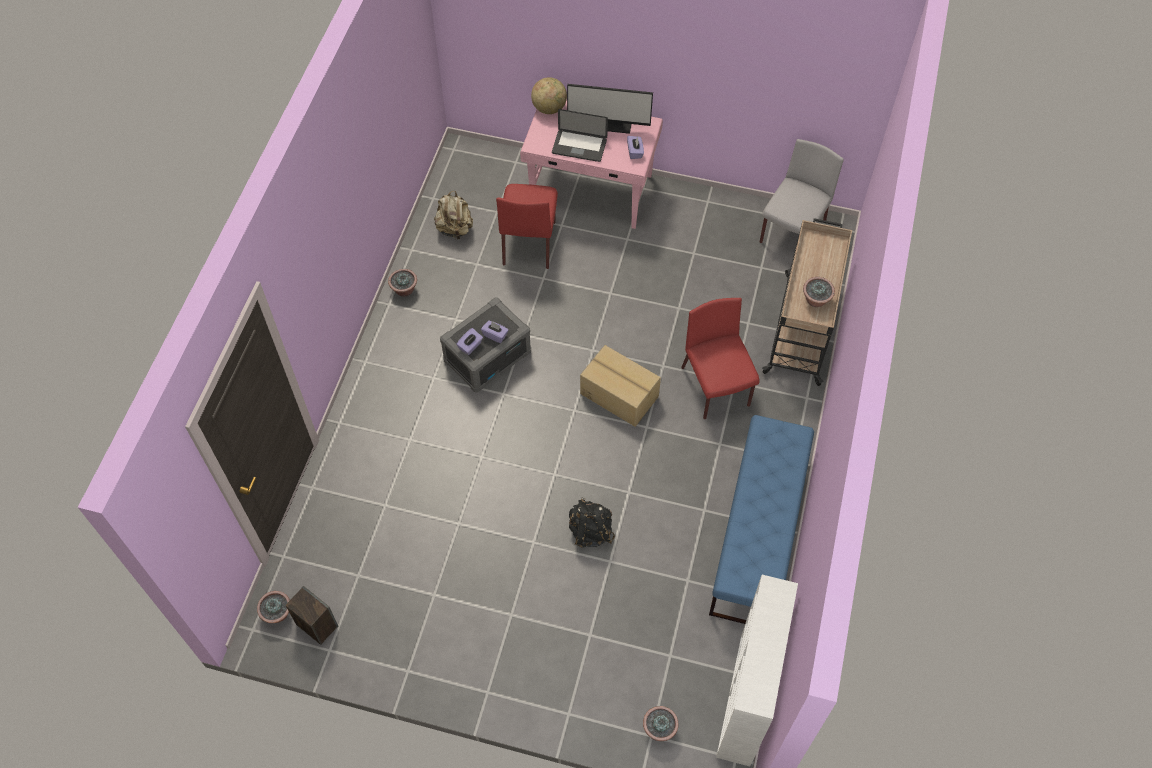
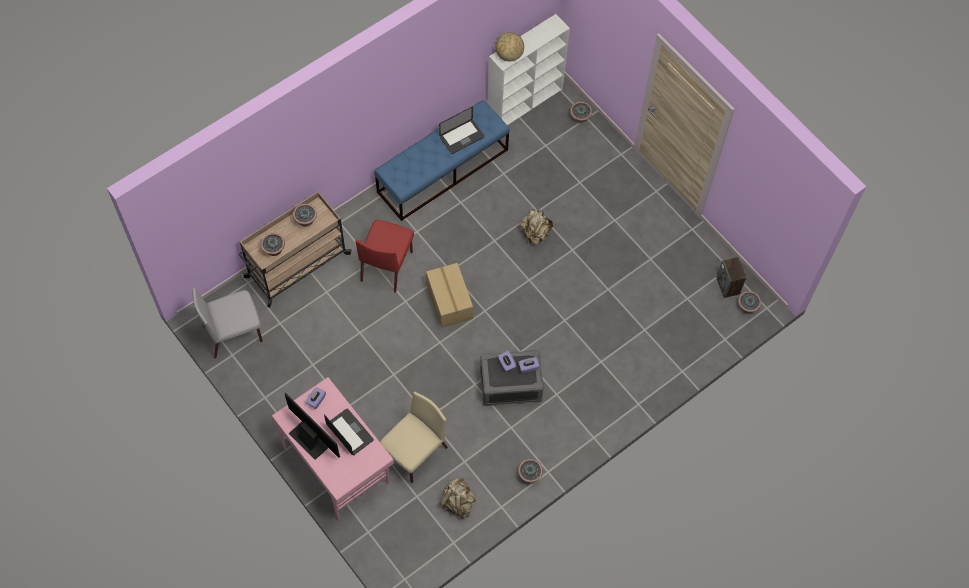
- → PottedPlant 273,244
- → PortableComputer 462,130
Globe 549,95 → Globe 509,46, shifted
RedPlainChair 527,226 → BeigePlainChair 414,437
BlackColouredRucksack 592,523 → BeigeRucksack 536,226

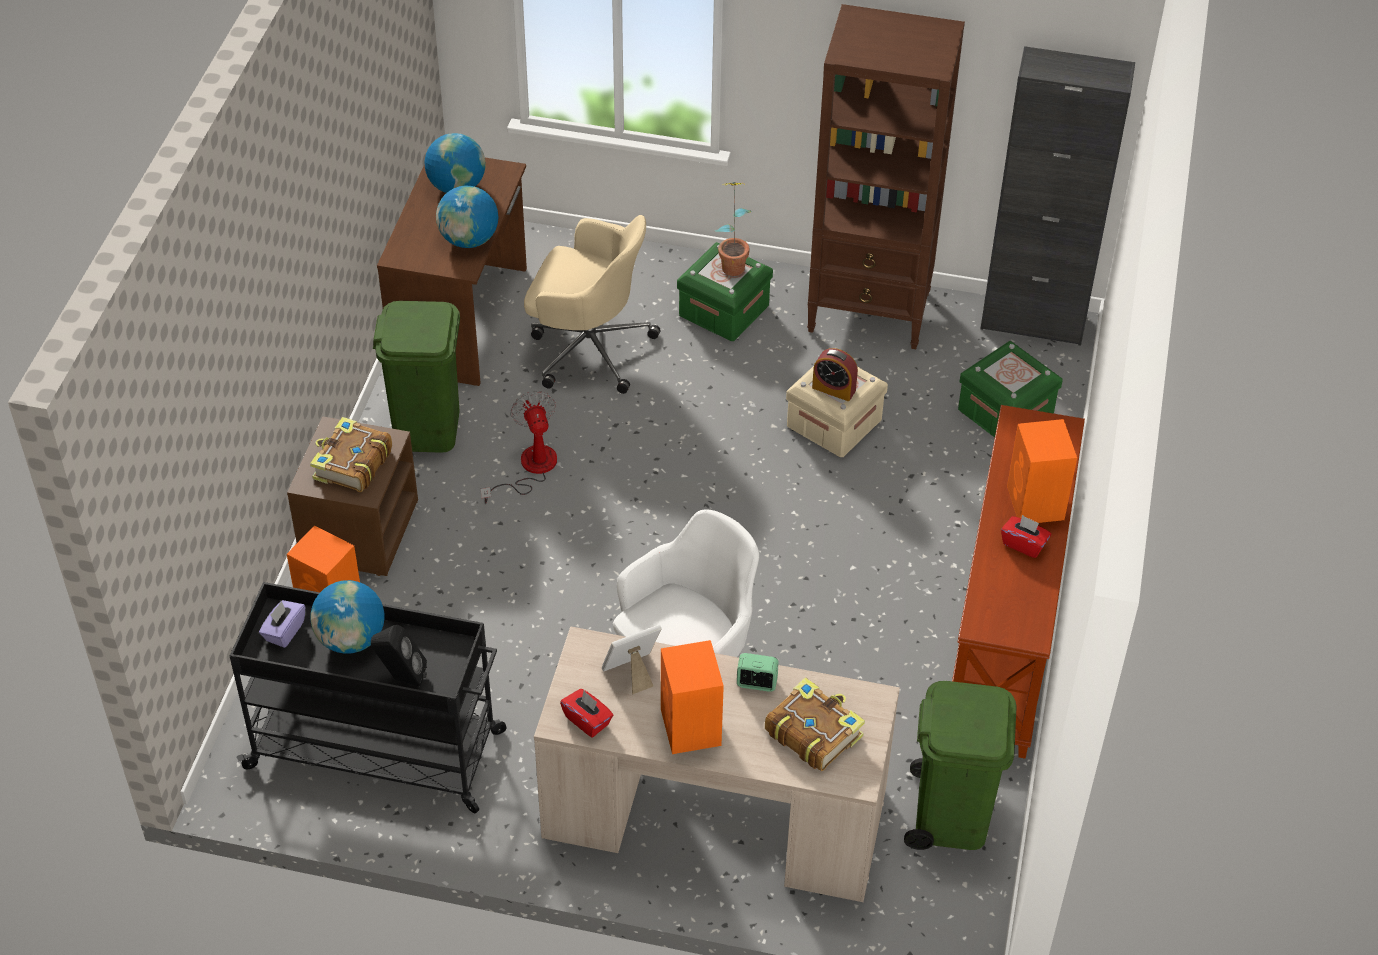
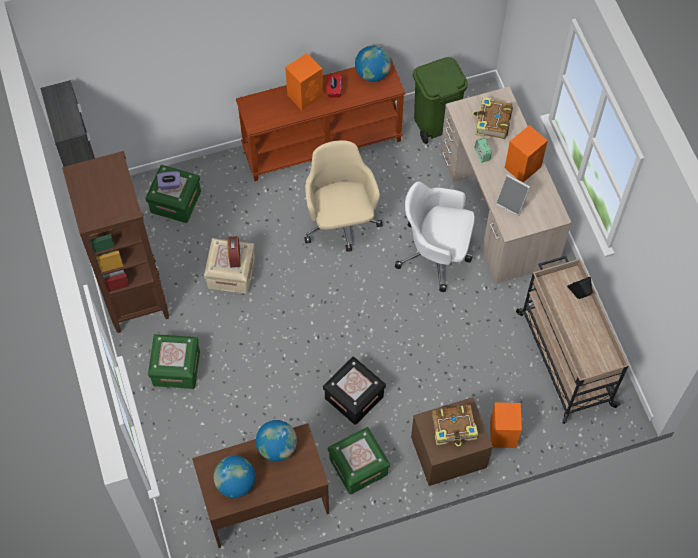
RedBoxOfTissues 586,713 → -
PottedPlant 733,229 → -
PurplishBoxOfTissues 282,624 → PurplishBoxOfTissues 169,180, shifted
Globe 347,617 → Globe 373,64, shifted
BeigeDeskChair 592,304 → BeigeDeskChair 343,196, shifted
GreenishWasteBin 416,377 → GreenishStorageBox 359,460
Fan 519,447 → BlackColouredStorageBox 354,391
BlackColouredCart 368,697 → BeigeCart 572,340

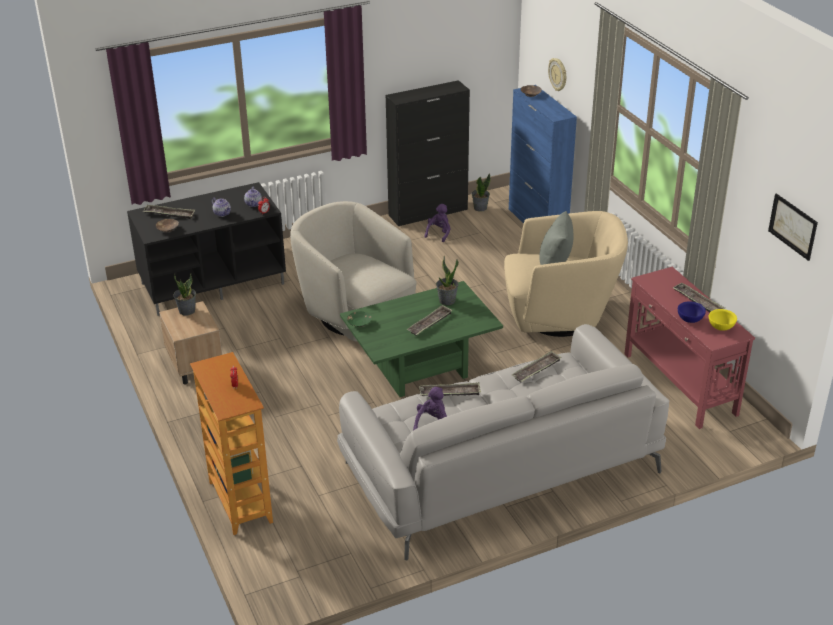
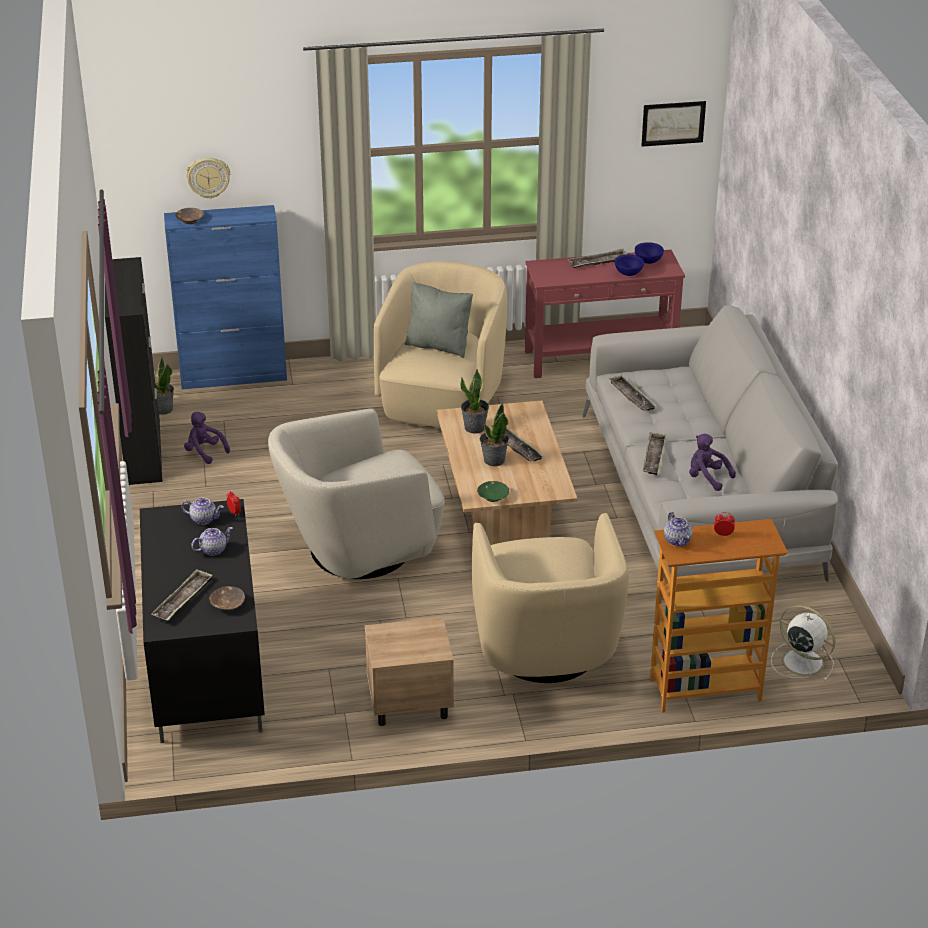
- → BeigeArmchair 550,598
- → PotForTea 678,529
- → WhiteColouredFan 803,643
PottedPlant 184,294 → PottedPlant 494,434, shifted
GreenishLowTable 421,339 → BeigeLowTable 507,473
YellowColouredServingBowl 723,320 → BlueColouredServingBowl 649,253

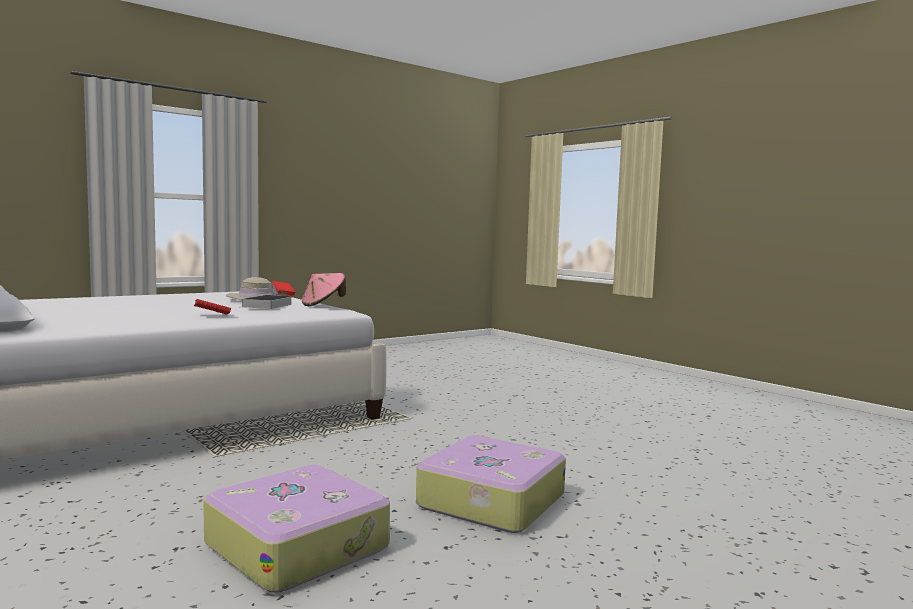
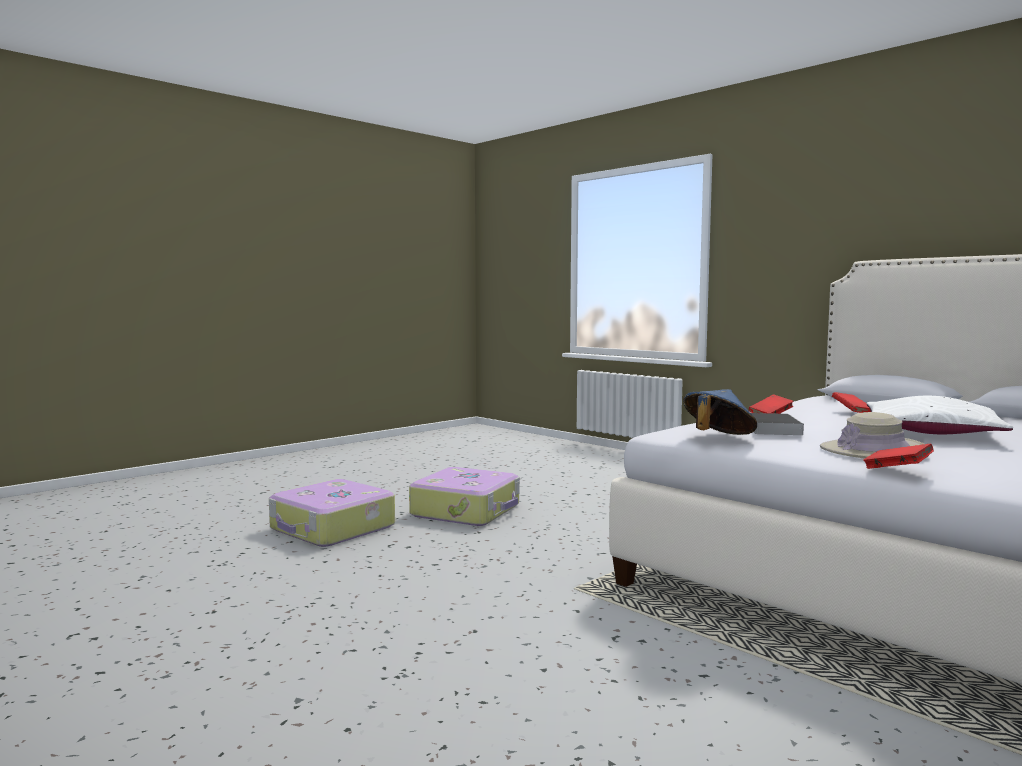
- → RedBook 851,402
- → WhiteColouredCushion 940,415
PieceOfLuggage 296,529 → PieceOfLuggage 332,513, shifted
PinkHat 324,289 → BlueColouredHat 720,412

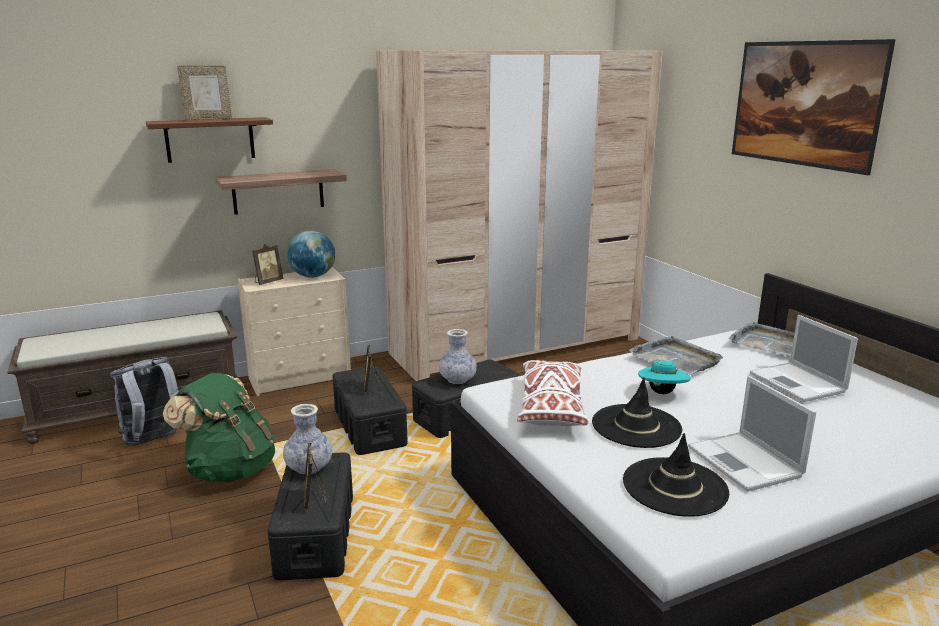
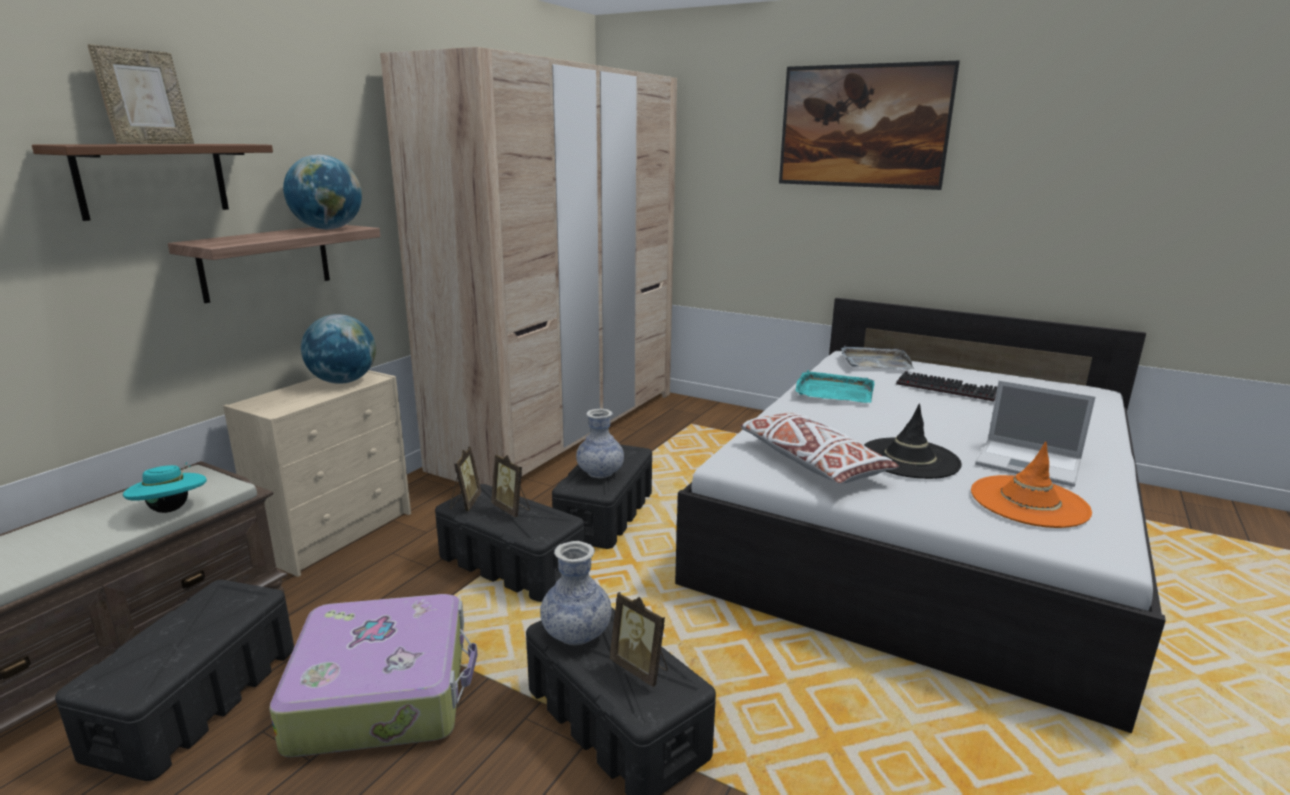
- → Globe 322,191
PictureFrame 267,264 → PictureFrame 466,479, shifted
BlueGreenHat 664,377 → BlueGreenHat 165,488, shifted
GreyishRucksack 144,401 → BlackColouredStorageBox 174,680
GreenishRucksack 219,427 → PieceOfLuggage 373,675
PortableComputer 804,358 → Keyboard 946,386
BlackColouredHat 676,475 → OrangeHat 1031,485
GreyishTray 676,355 → BlueGreenTray 834,386

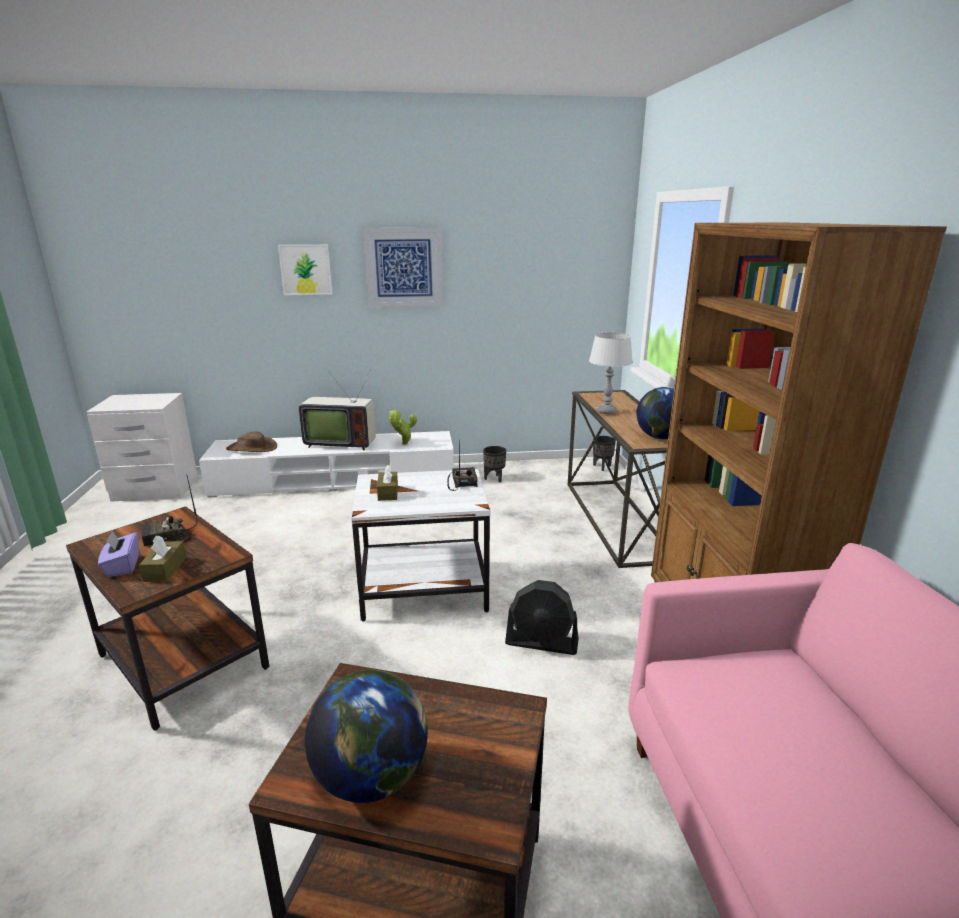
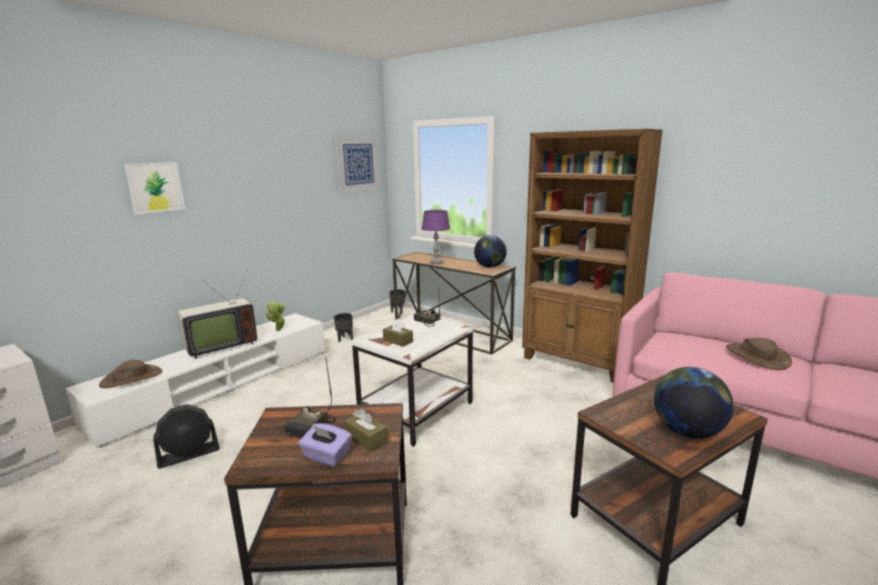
- → BrownColouredHat 759,354
Picture 402,267 → Picture 357,164, shifted
BlackColouredFan 542,617 → BlackColouredFan 186,436, shifted
GreyishTabletopLamp 611,373 → PurplishTabletopLamp 436,237

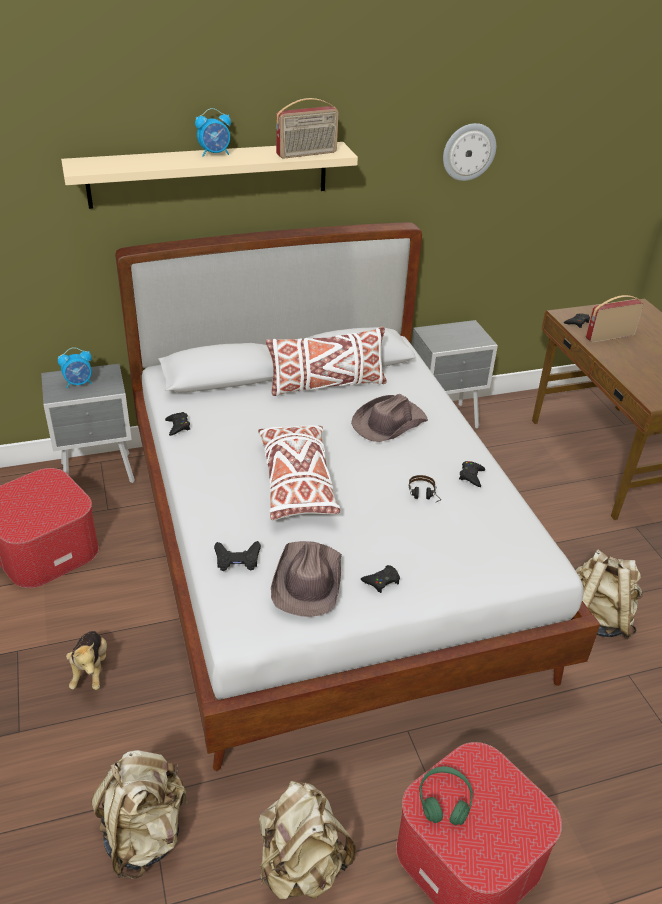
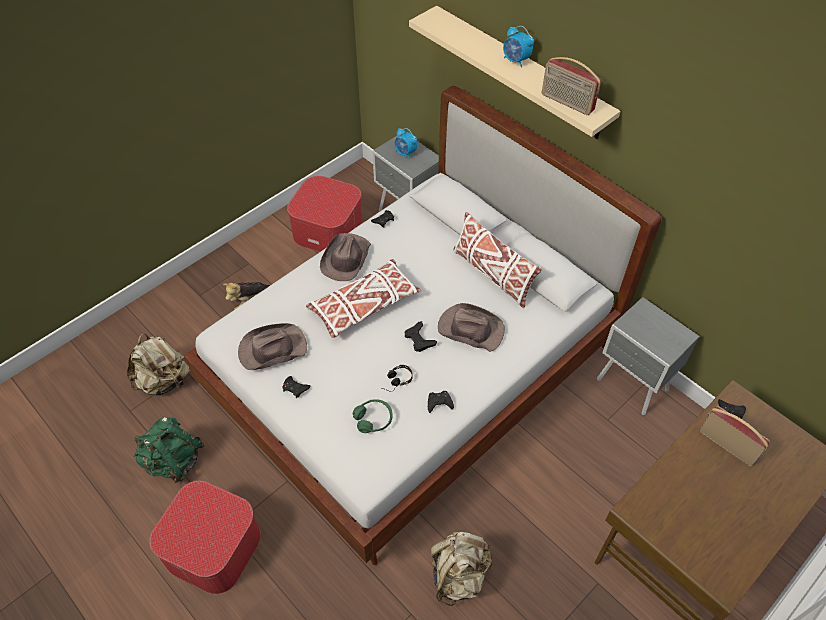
ClockOnTheWall 469,152 → -
- → BrownColouredHat 345,257
BlackColouredGameController 237,556 → BlackColouredGameController 421,336, shifted
GreenishPairOfHeadphones 446,796 → GreenishPairOfHeadphones 373,416, shifted
BeigeRucksack 307,840 → GreenishRucksack 169,450

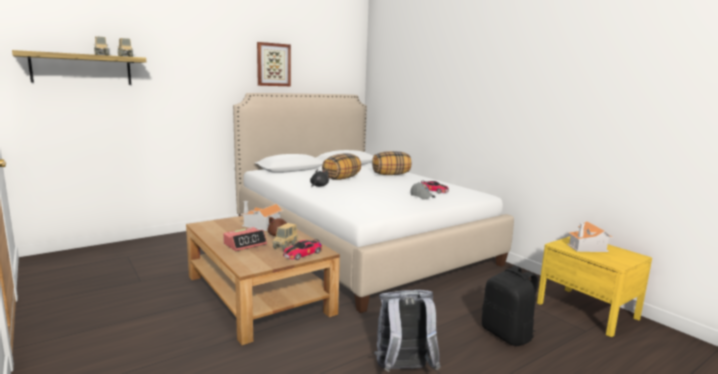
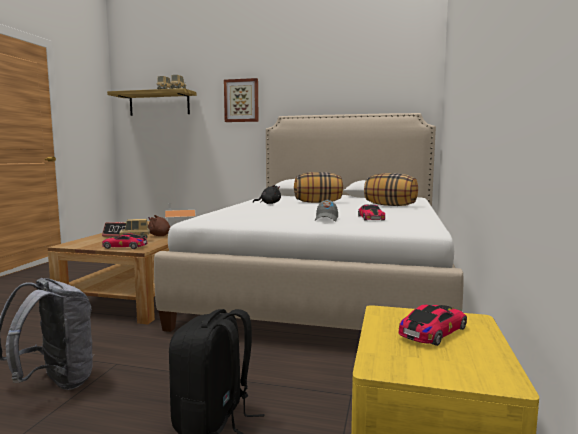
Picture 274,64 → Picture 241,100, shifted
ModelHouse 590,236 → MiniatureCar 432,325

